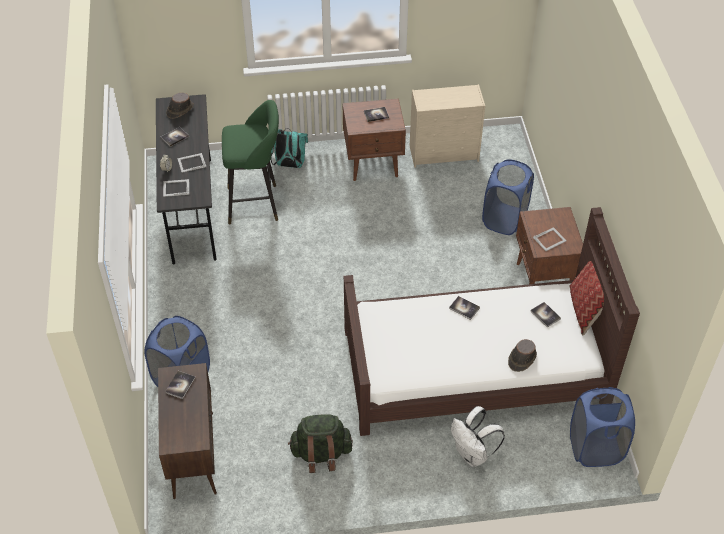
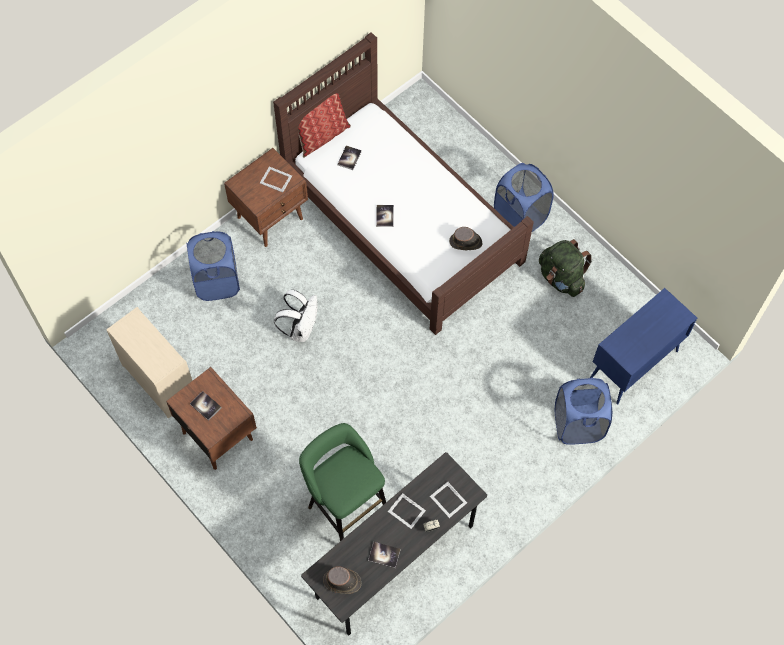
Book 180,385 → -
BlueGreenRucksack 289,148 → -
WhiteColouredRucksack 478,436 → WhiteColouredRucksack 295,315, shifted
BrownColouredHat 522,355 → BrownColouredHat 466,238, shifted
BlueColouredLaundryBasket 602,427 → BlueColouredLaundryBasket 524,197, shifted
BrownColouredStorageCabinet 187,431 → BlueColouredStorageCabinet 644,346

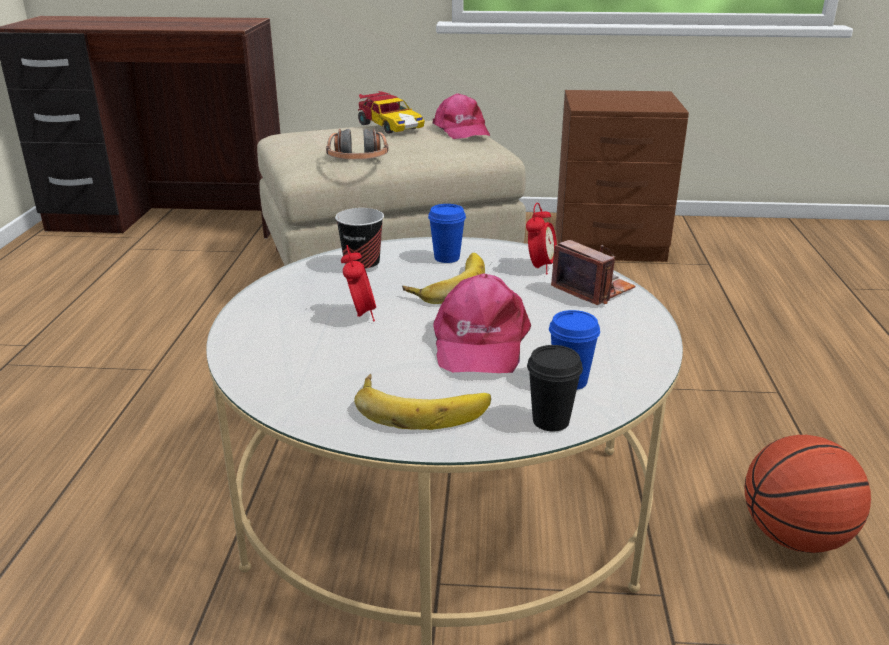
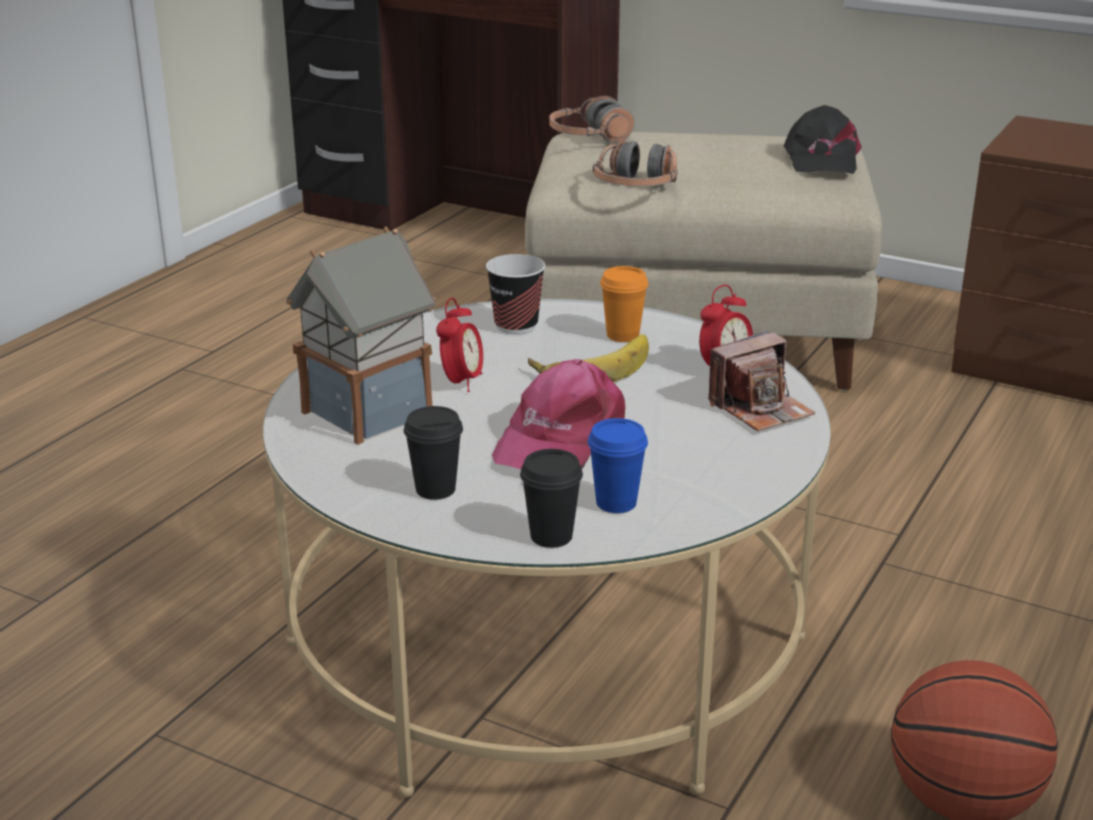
MiniatureCar 391,112 → -
- → ModelHouse 361,335
- → PairOfHeadphones 591,119
Banana 422,401 → BlackColouredCup 433,453
BlueColouredCup 447,233 → OrangeCup 624,304
PinkBaseballCap 461,116 → BlackColouredBaseballCap 823,139
PhotoCamera 593,272 → PhotoCamera 761,380, 75 degrees clockwise

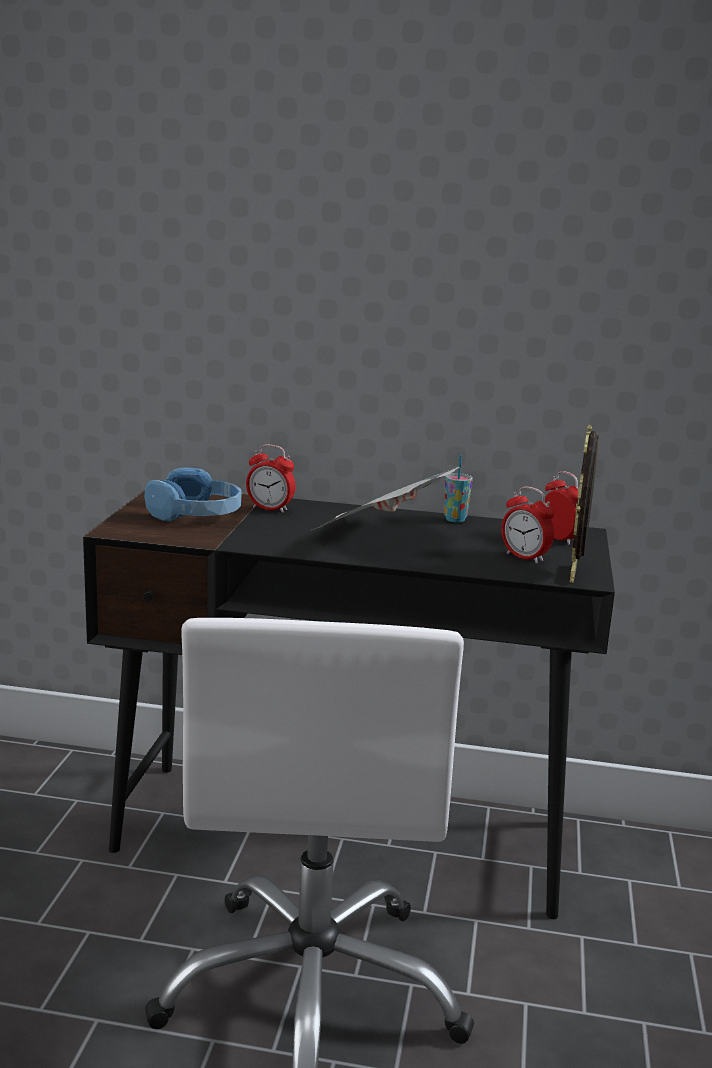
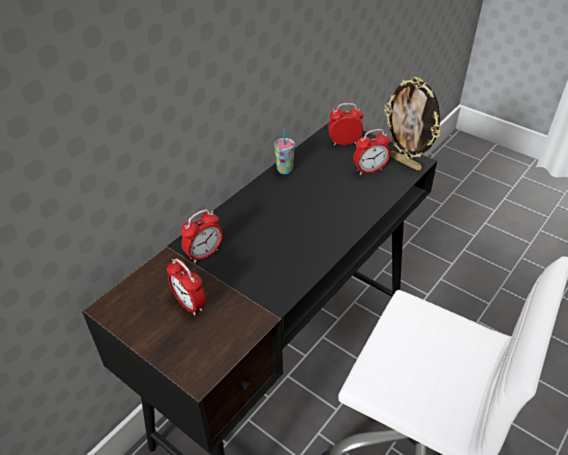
PrintedPaper 386,498 → -
BlueColouredPairOfHeadphones 193,494 → TableClock 186,287

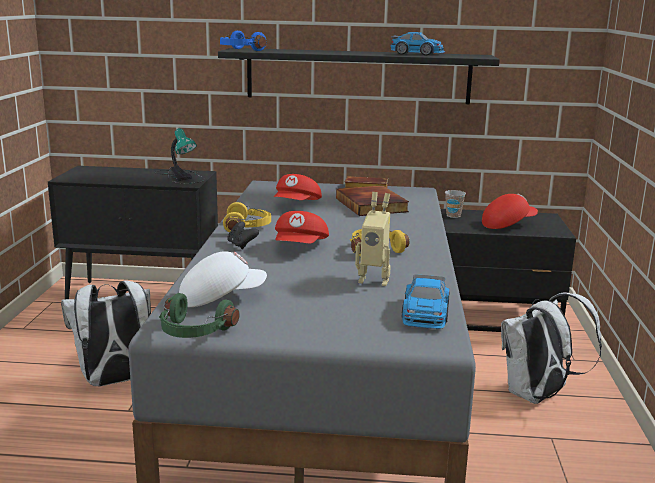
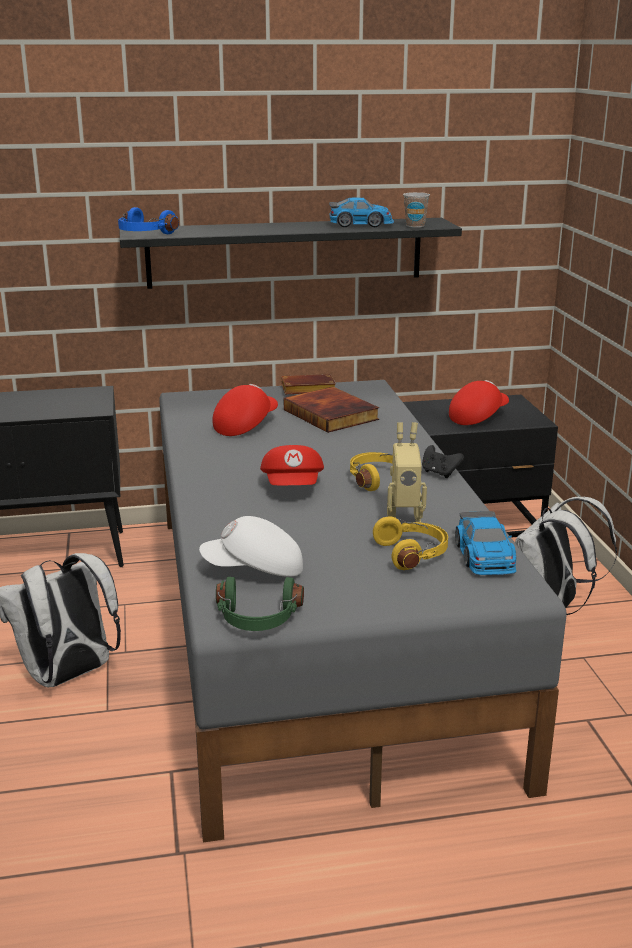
TabletopLamp 179,156 → -
YellowColouredPairOfHeadphones 247,217 → YellowColouredPairOfHeadphones 410,543, shifted
BlackColouredGameController 243,235 → BlackColouredGameController 443,461, shifted
Cup 455,204 → Cup 416,210, shifted
WhiteColouredBaseballCap 223,279 → WhiteColouredBaseballCap 251,546, 150 degrees counterclockwise
RedBaseballCap 298,187 → RedBaseballCap 245,410, 150 degrees counterclockwise

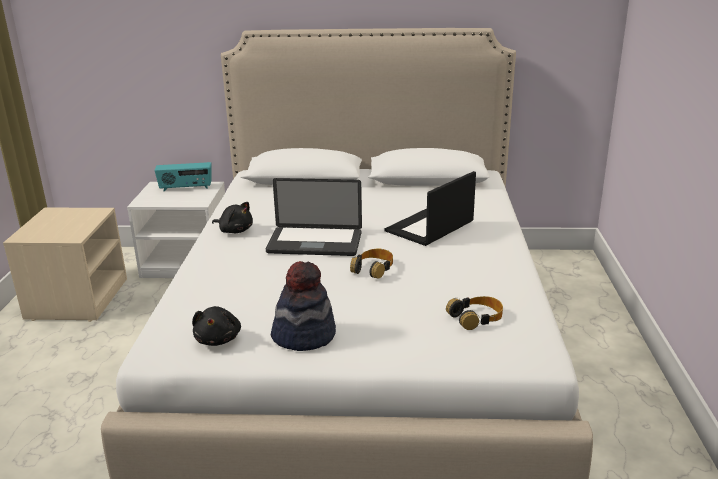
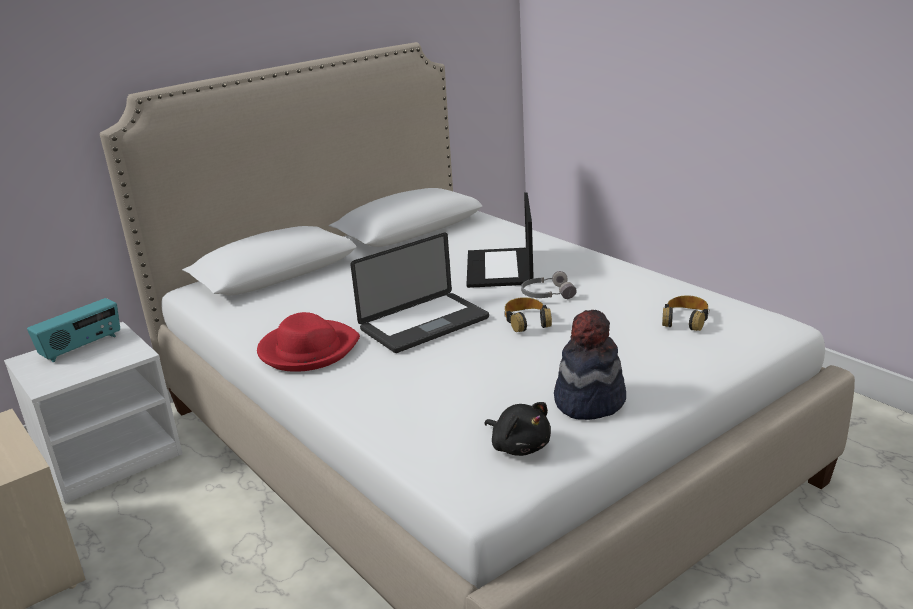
- → GreyishPairOfHeadphones 549,285
BlackColouredCuddlyToy 232,217 → RedHat 308,342

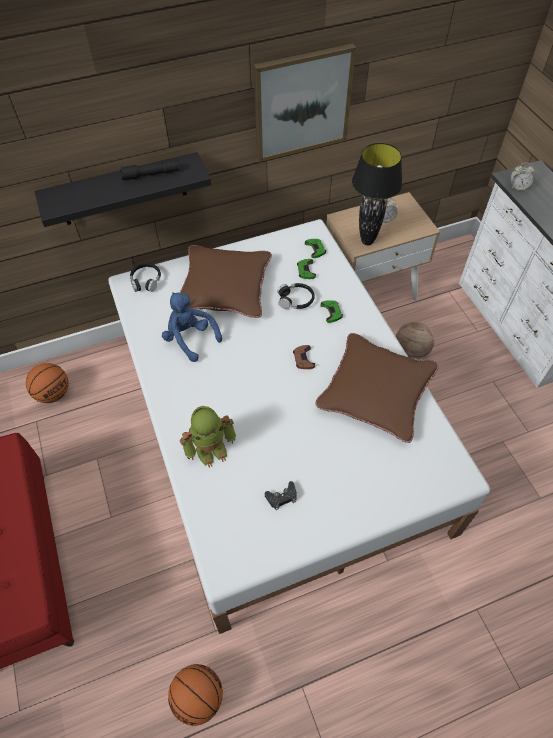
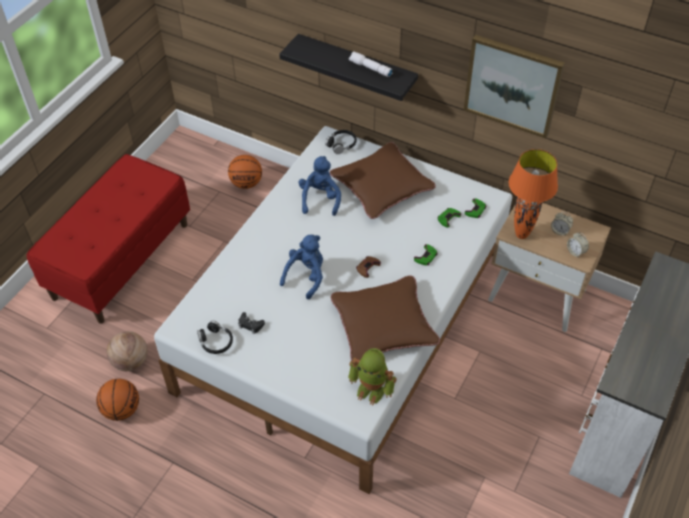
- → BlueColouredCuddlyToy 301,267
ModelRobot 208,437 → ModelRobot 372,376, shifted
BlackColouredPairOfHeadphones 296,296 → BlackColouredPairOfHeadphones 215,337, shifted
Basketball 415,340 → Basketball 127,351, shifted
TableClock 522,176 → TableClock 578,244, shifted
BlackColouredTorch 149,170 → WhiteColouredTorch 371,64
BlackColouredTabletopLamp 377,194 → OrangeTabletopLamp 533,194

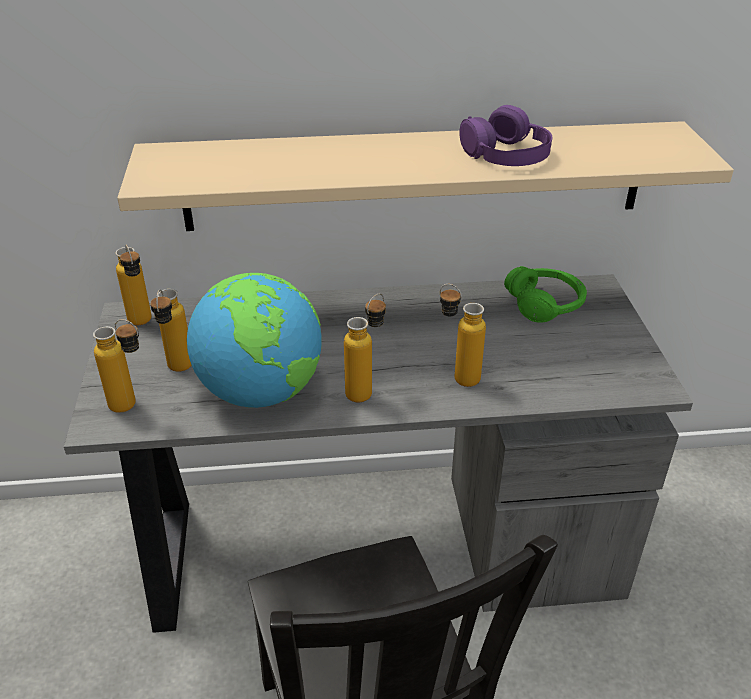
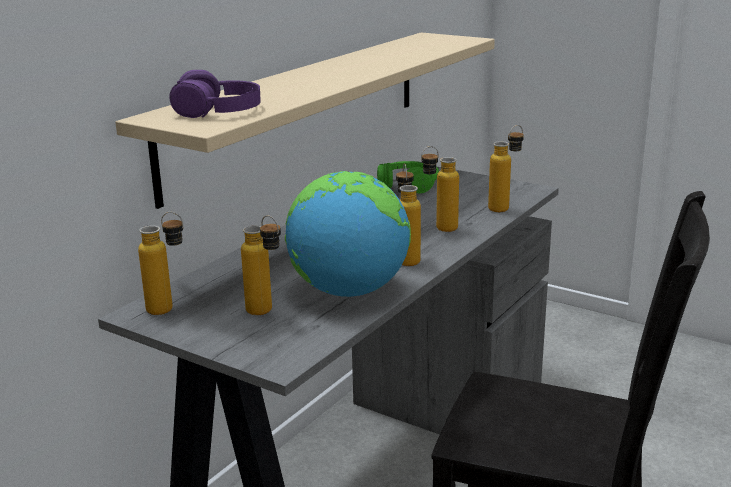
Bottle 116,366 → Bottle 506,168, shifted
PurplishPairOfHeadphones 505,135 → PurplishPairOfHeadphones 215,94, shifted

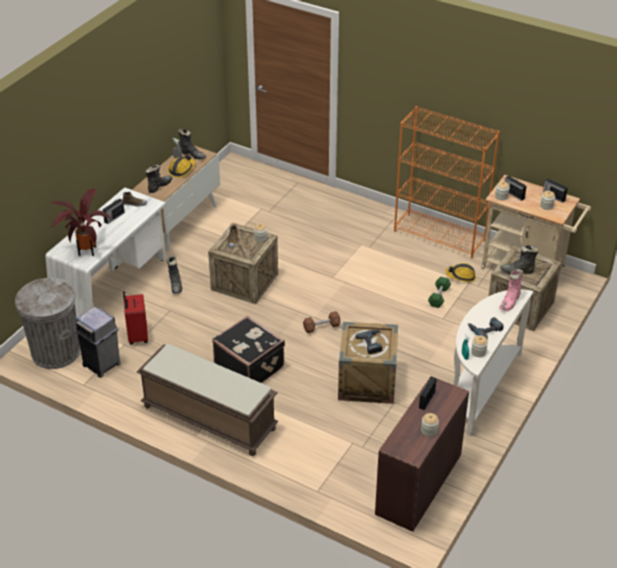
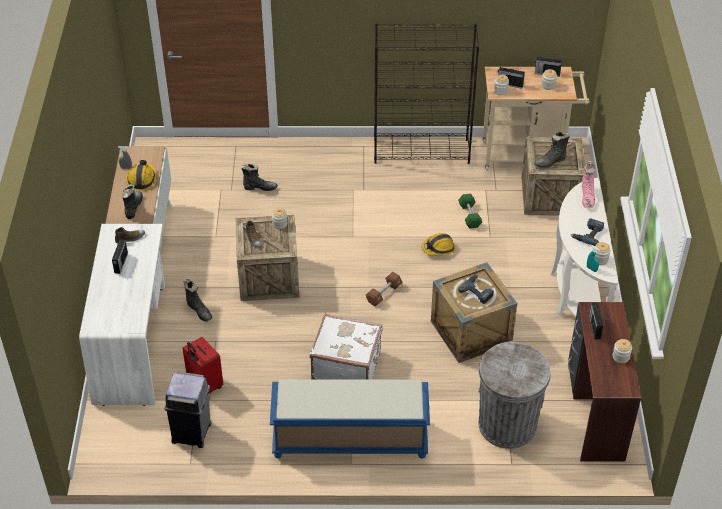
PottedPlant 81,222 → -
GreyishWasteBin 47,323 → GreyishWasteBin 514,395, shifted
BlackColouredTallBoot 192,144 → BlackColouredTallBoot 259,177, shifted
HardHat 461,272 → HardHat 438,244, shifted
BrownColouredBench 207,400 → BlueColouredBench 350,419
BlackColouredPieceOfLuggage 248,349 → WhiteColouredPieceOfLuggage 346,346
OrangeBookshelf 447,182 → BlackColouredBookshelf 426,93

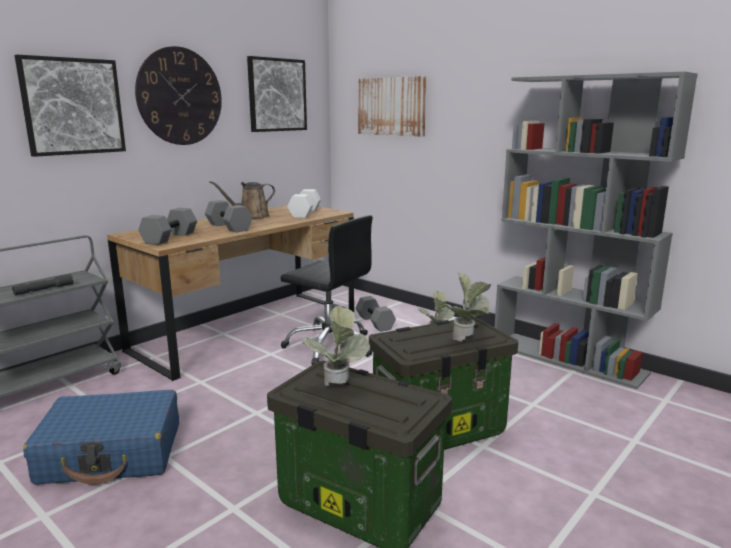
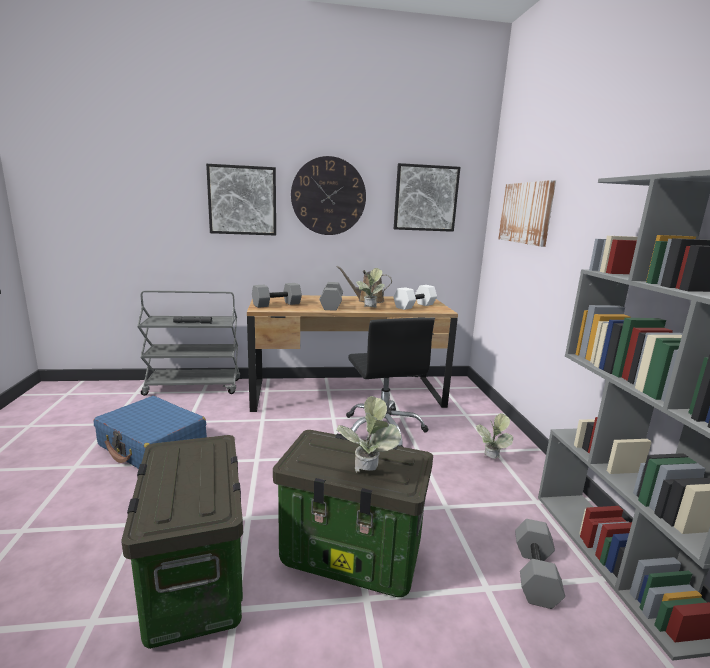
PottedPlant 336,346 → PottedPlant 370,288, shifted
GreyishHandWeight 376,314 → GreyishHandWeight 540,564, shifted

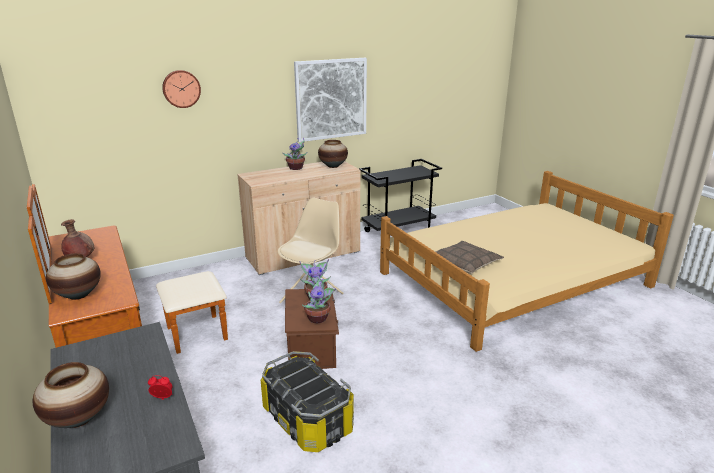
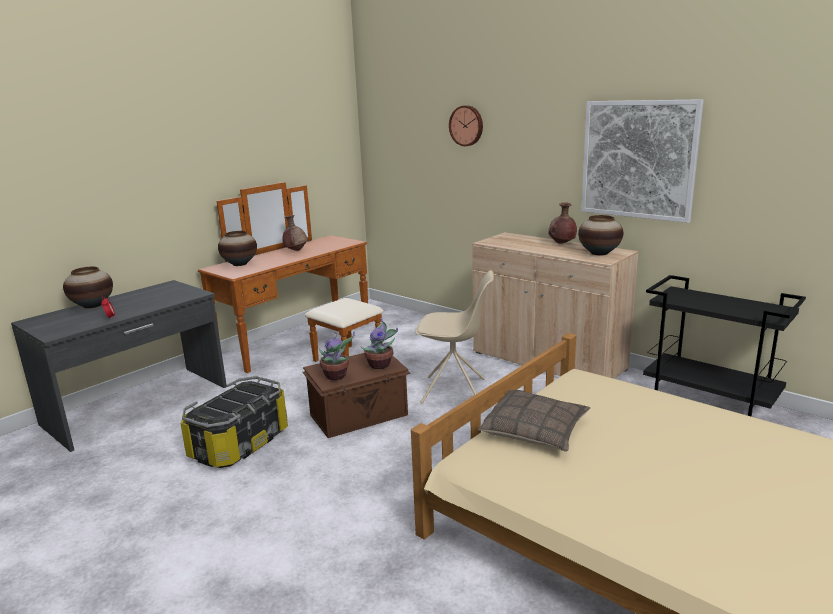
PottedPlant 294,154 → BrownColouredFlowerVase 562,223

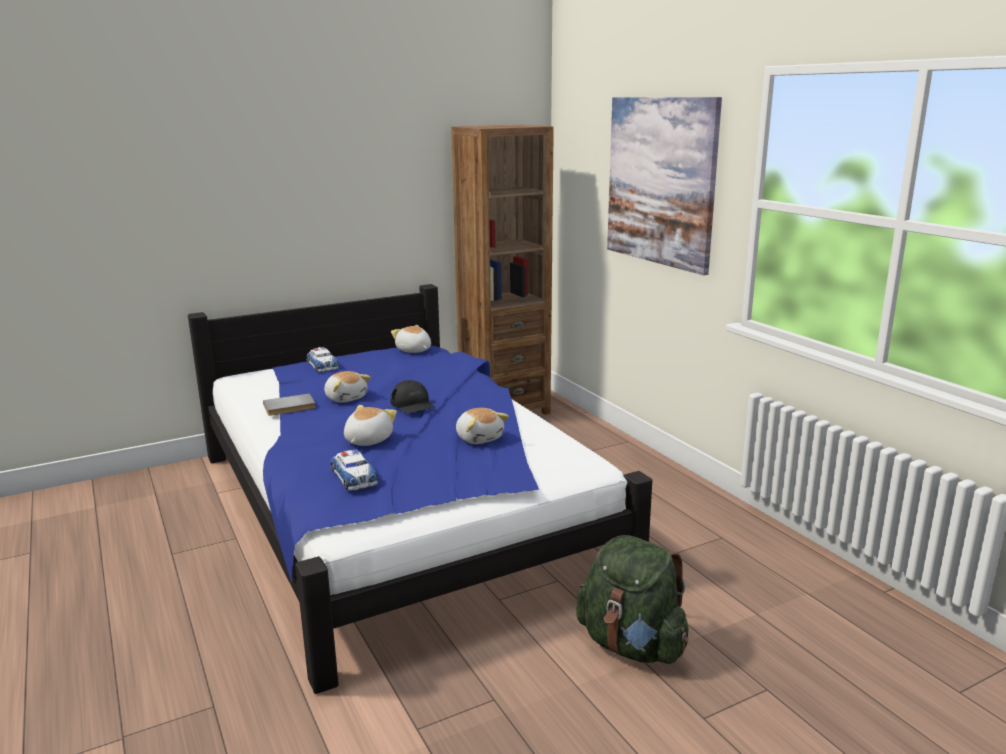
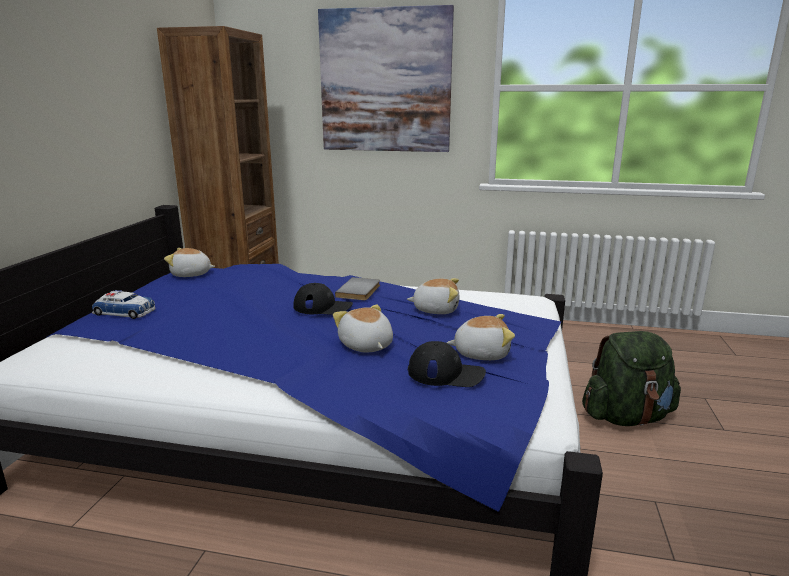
GreyishBook 289,404 → GreyishBook 357,288, shifted
CuddlyToy 347,387 → CuddlyToy 481,337, shifted
MiniatureCar 354,470 → BlackColouredBaseballCap 447,364

